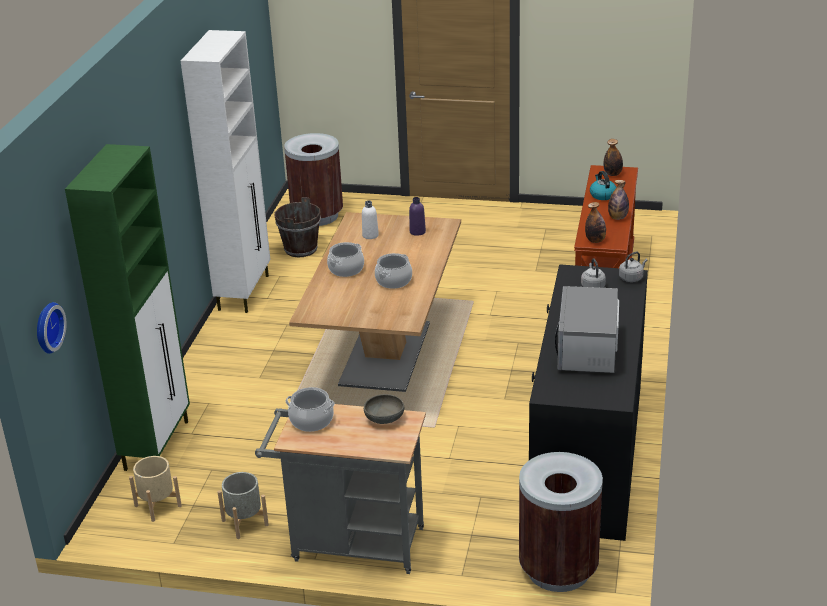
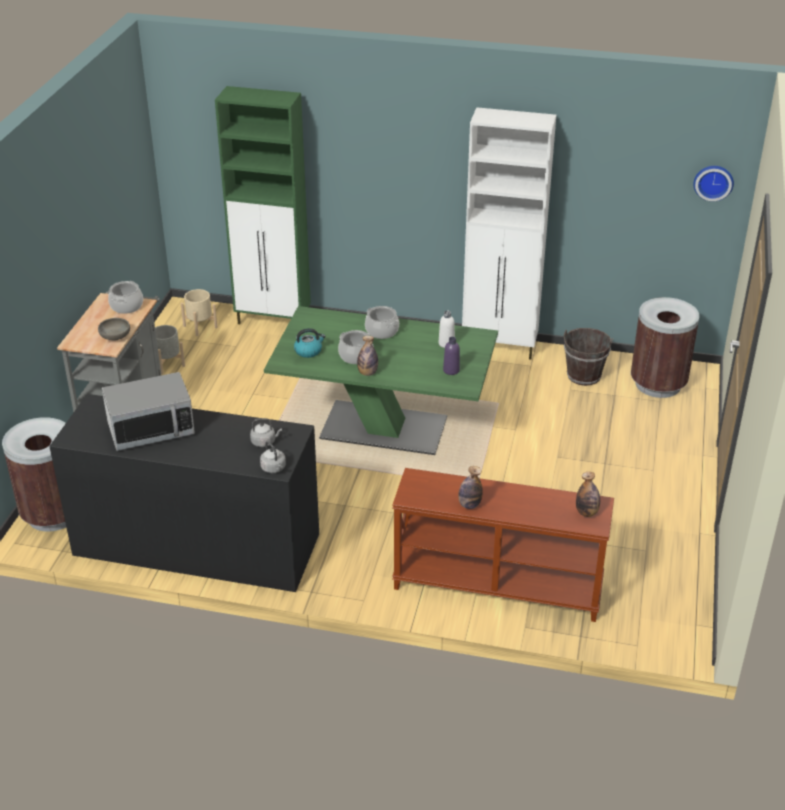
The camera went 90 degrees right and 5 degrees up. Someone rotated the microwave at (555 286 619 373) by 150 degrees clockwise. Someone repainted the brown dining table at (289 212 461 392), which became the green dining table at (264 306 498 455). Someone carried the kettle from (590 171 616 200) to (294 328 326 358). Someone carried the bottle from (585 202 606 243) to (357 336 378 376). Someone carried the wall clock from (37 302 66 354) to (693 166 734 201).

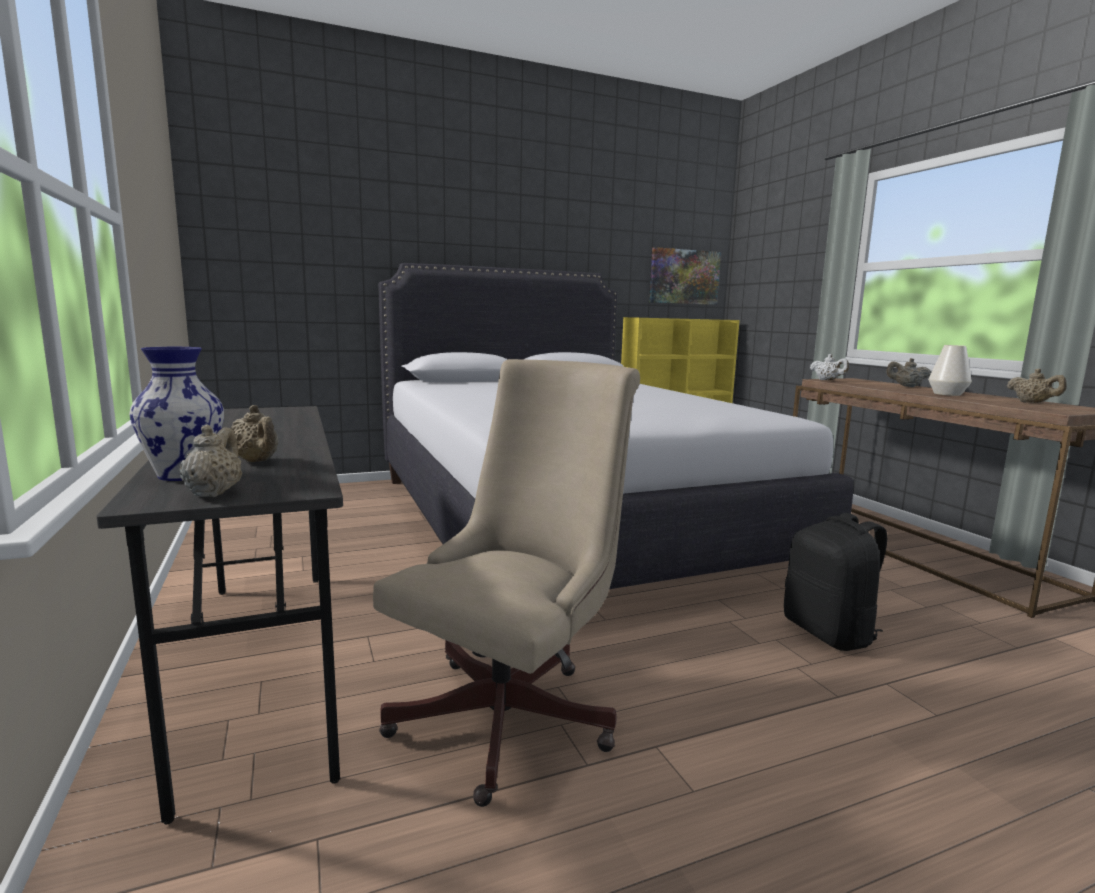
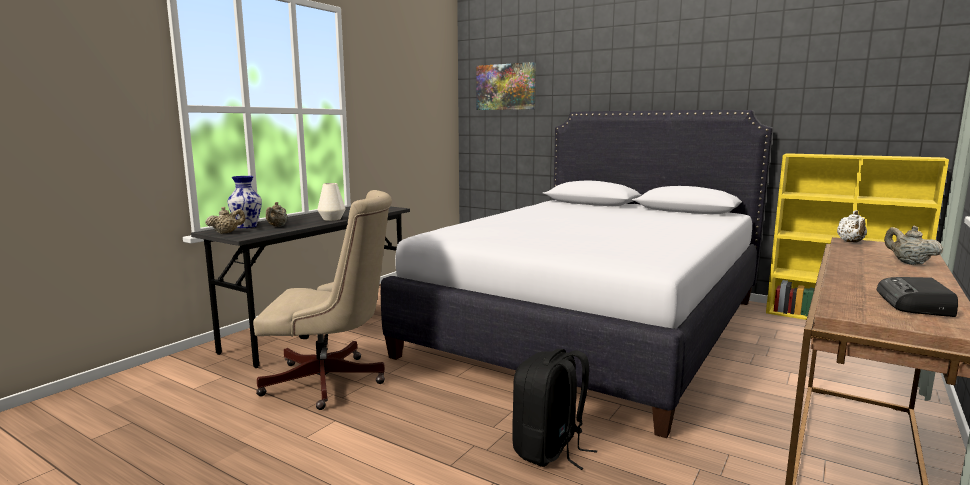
The camera went 55 degrees right and 0 degrees up. Someone carried the white vase from (928 345 972 396) to (317 183 345 221). Someone carried the picture from (649 247 721 305) to (476 62 536 110). Someone swapped the beige teapot at (1007 368 1067 403) for the radio at (877 277 958 317).

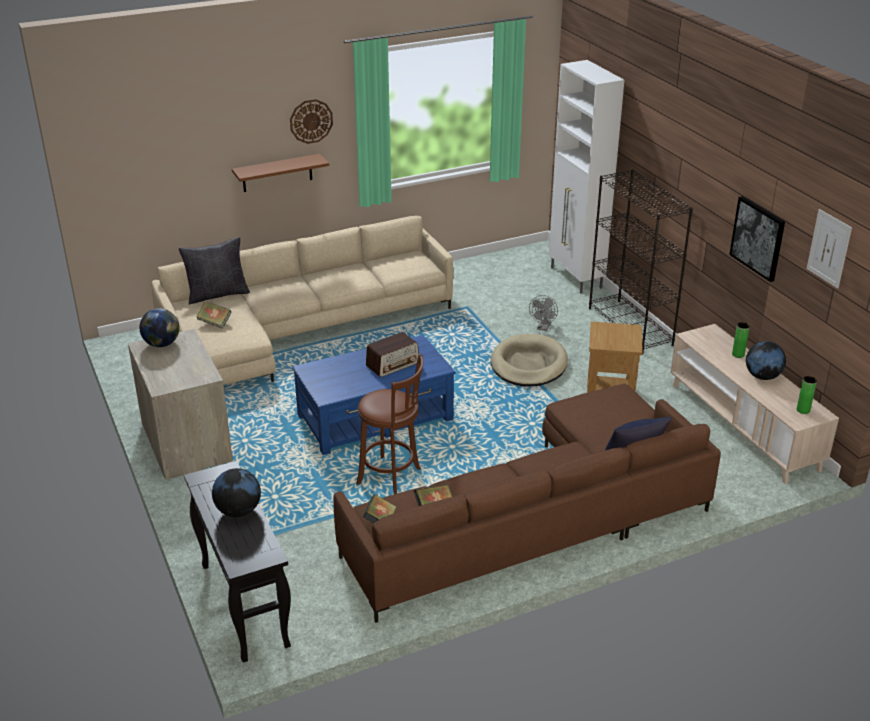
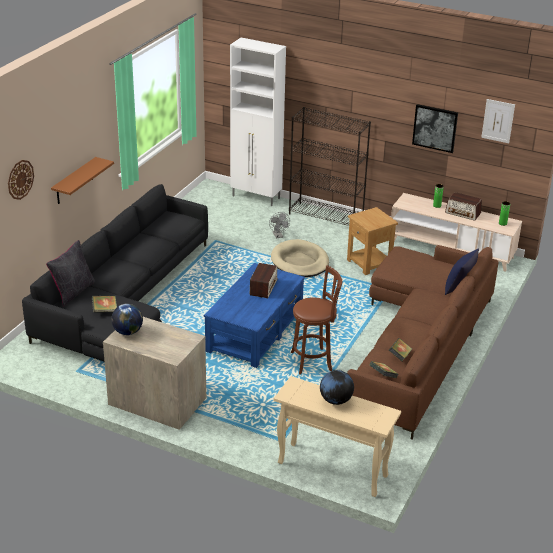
The camera went 40 degrees left and 0 degrees up. Someone carried the wall clock from (290 99 333 144) to (8 160 34 200). Someone repainted the beige sofa at (151 216 453 385), which became the black sofa at (22 184 208 361). Someone repainted the black console table at (184 461 291 662), which became the beige console table at (274 376 401 497). Someone swapped the globe at (746 341 786 380) for the radio at (445 192 482 221).

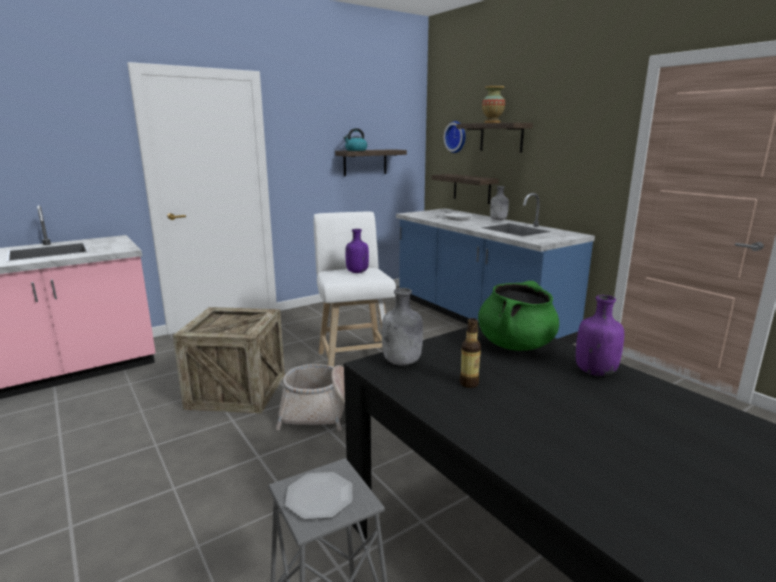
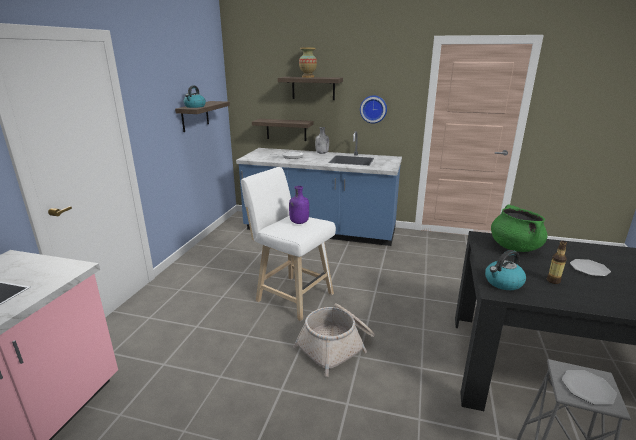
The camera went 40 degrees left and 5 degrees up. Someone carried the wall clock from (443 121 466 153) to (360 95 387 124). Someone swapped the grey bottle at (382 288 423 366) for the kettle at (485 250 526 290). Someone put down the plate at (570 259 611 276). Someone took away the crate at (173 307 285 413). Someone took away the purple bottle at (576 295 624 376).

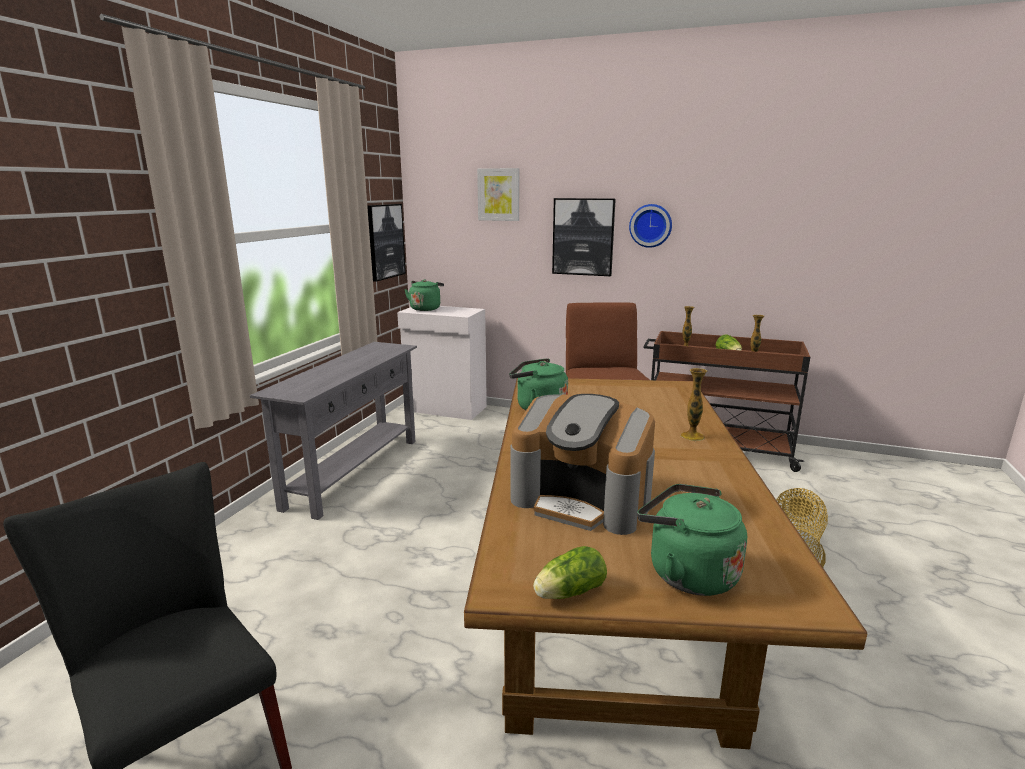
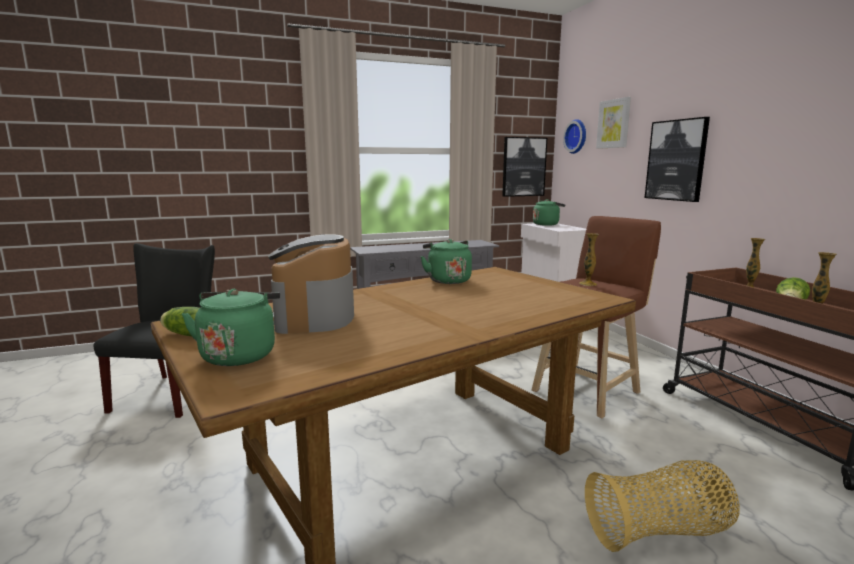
The camera went 50 degrees right and 5 degrees down. Someone carried the wall clock from (629 204 672 248) to (563 119 586 154). Someone carried the vase from (680 368 707 441) to (579 233 599 286).

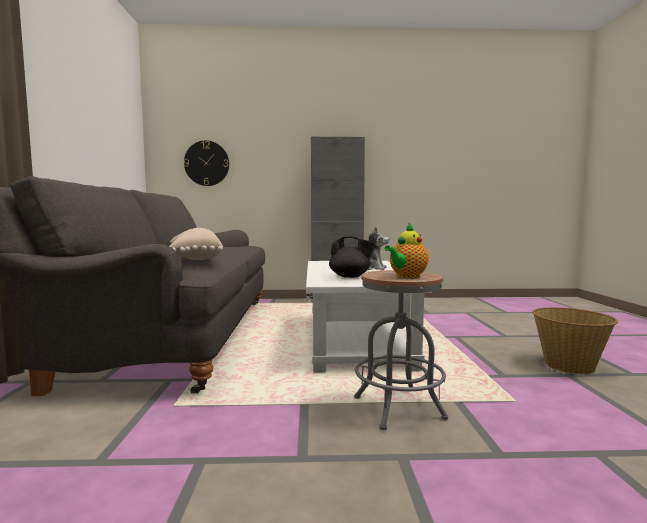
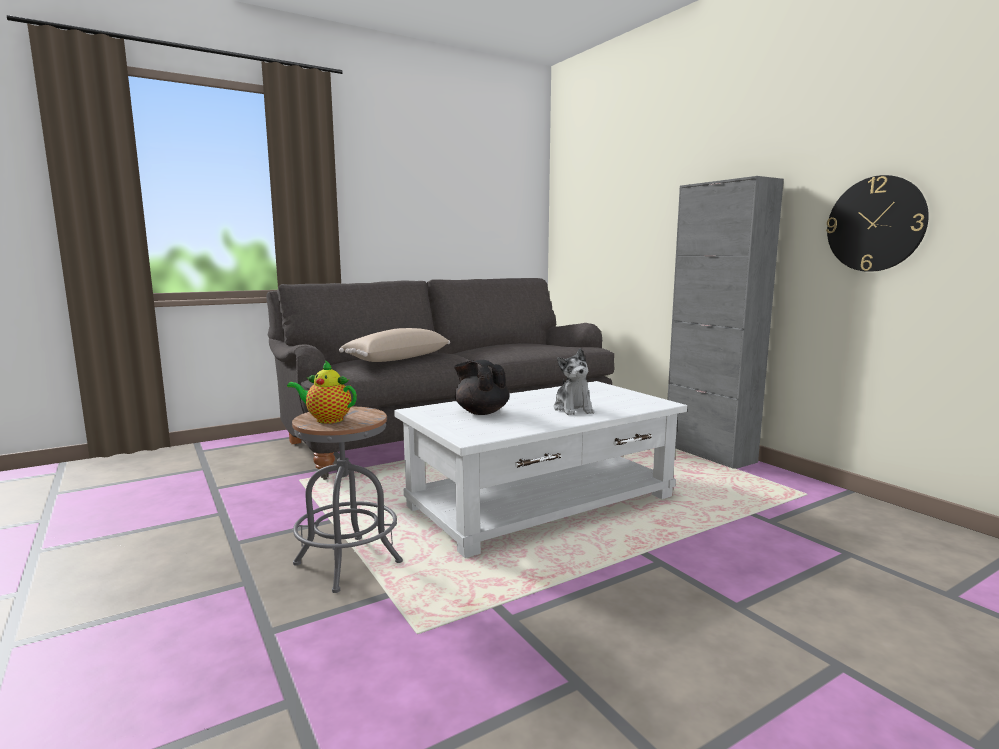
The camera went 60 degrees right and 5 degrees up. Someone rotated the black teapot at (329 236 375 278) by 150 degrees clockwise. Someone carried the wall clock from (184 140 229 186) to (826 175 929 272). Someone took away the basket at (532 307 618 374).

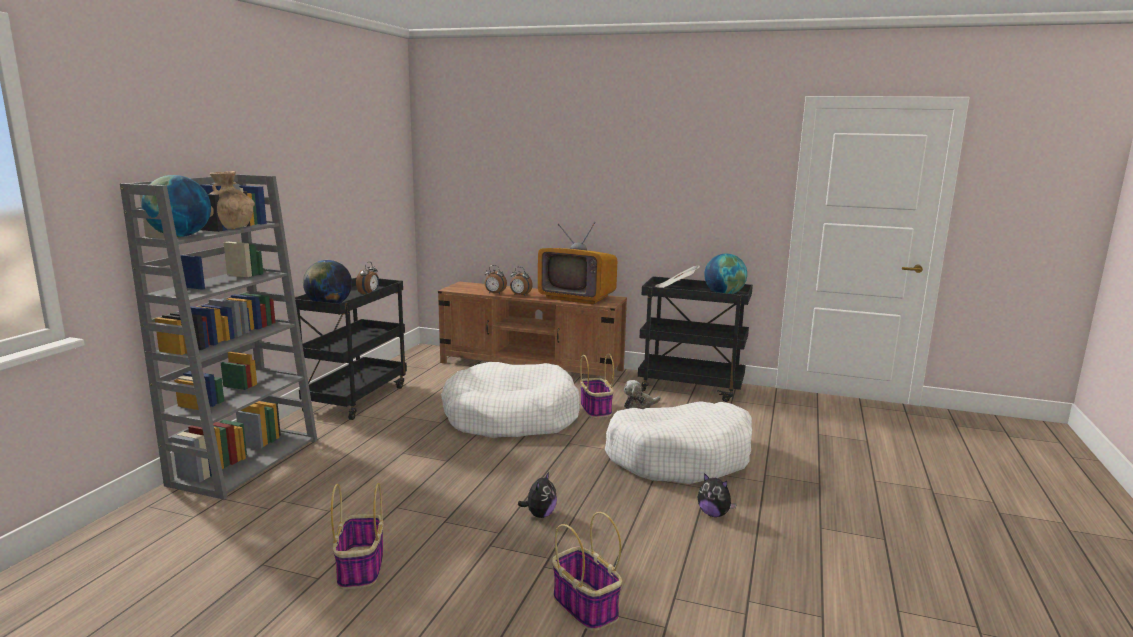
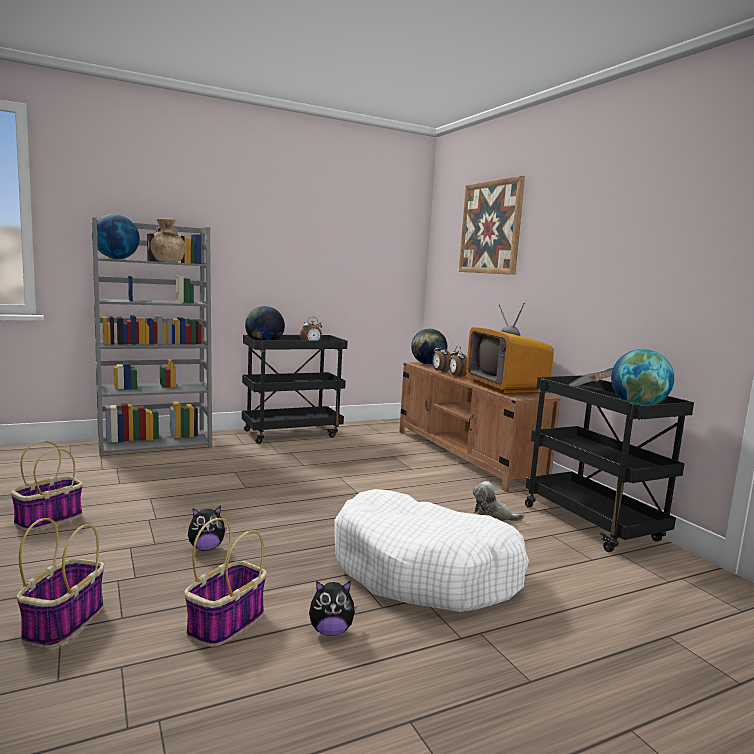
The camera went 45 degrees right and 5 degrees down. Someone carried the basket from (580 353 614 418) to (184 518 267 647). Someone rotated the plush toy at (697 473 737 517) by 90 degrees counterclockwise. Someone put down the globe at (411 329 447 364). Someone put up the picture at (459 176 525 275). Someone took away the white dog bed at (441 362 580 438).

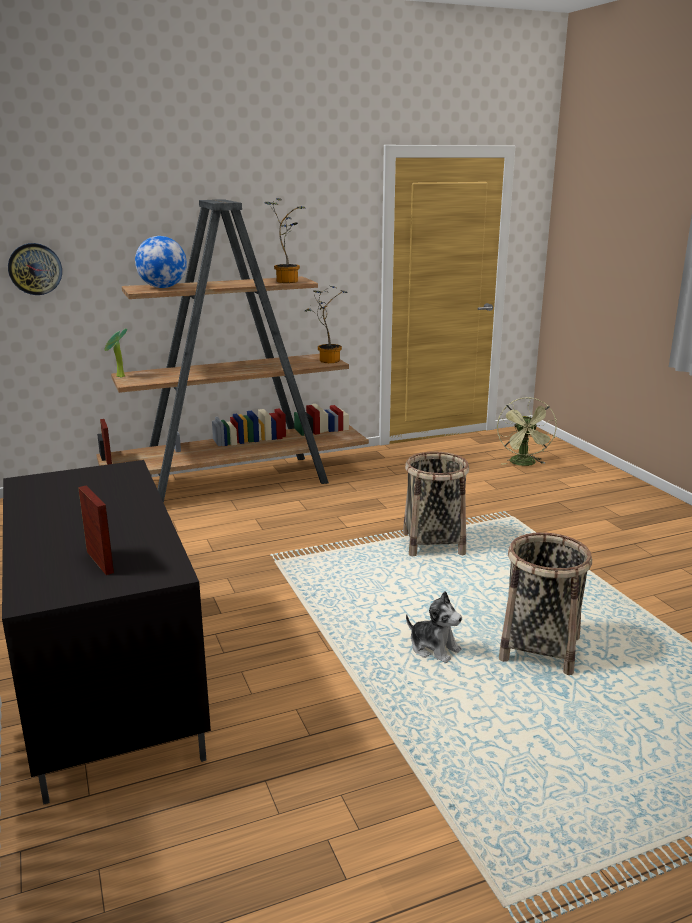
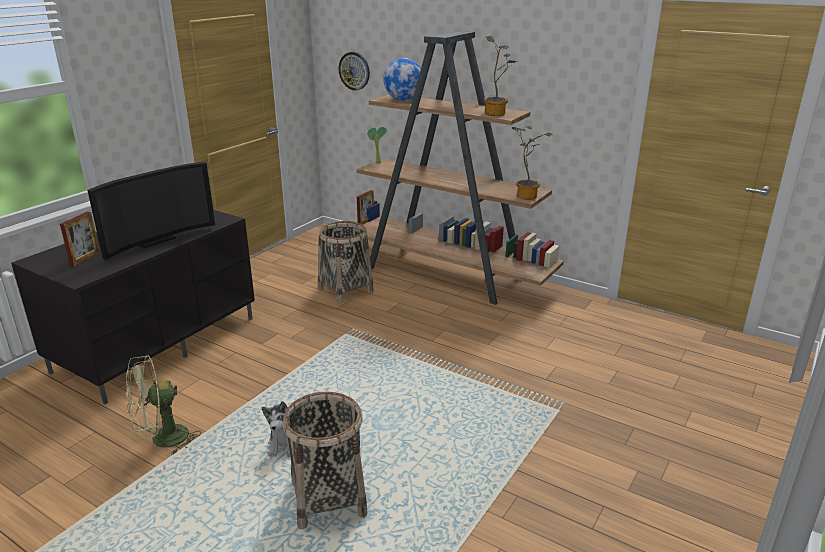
The camera went 55 degrees right and 5 degrees up. Someone put down the television at (88 162 215 260). Someone carried the green fan from (497 397 557 466) to (126 355 201 456). Someone carried the basket from (403 451 469 556) to (318 221 374 304).

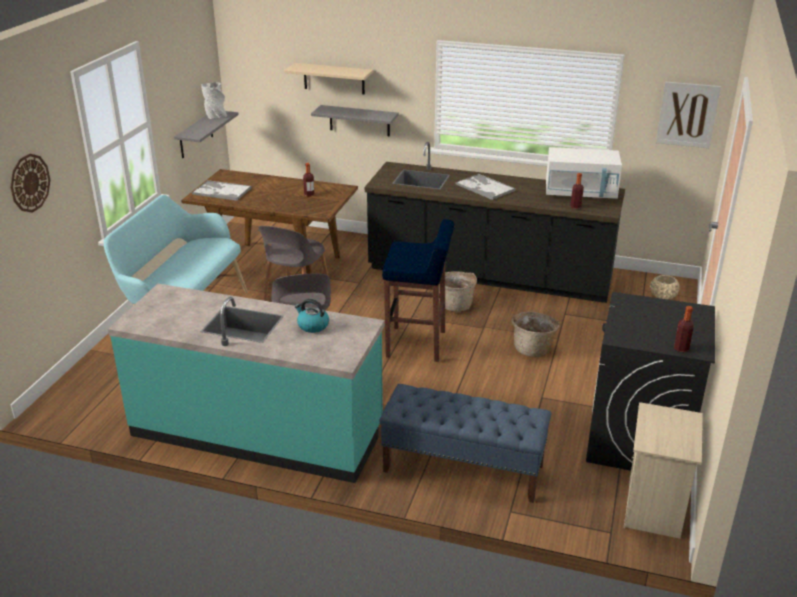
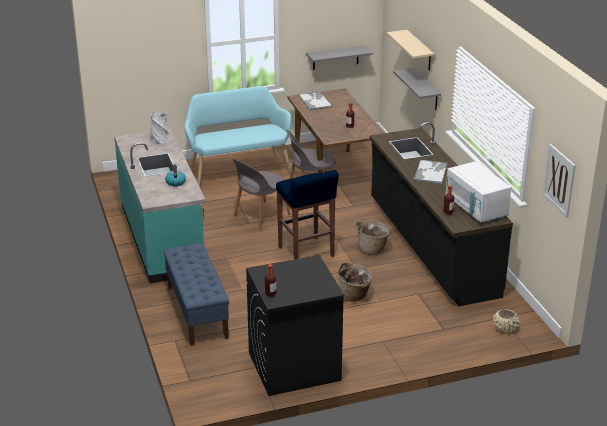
The camera went 55 degrees right and 0 degrees up. Someone carried the grey vase from (201 82 227 119) to (150 112 169 144). Someone took away the wall clock at (10 154 50 213). Someone took away the beige nightstand at (624 402 703 539).

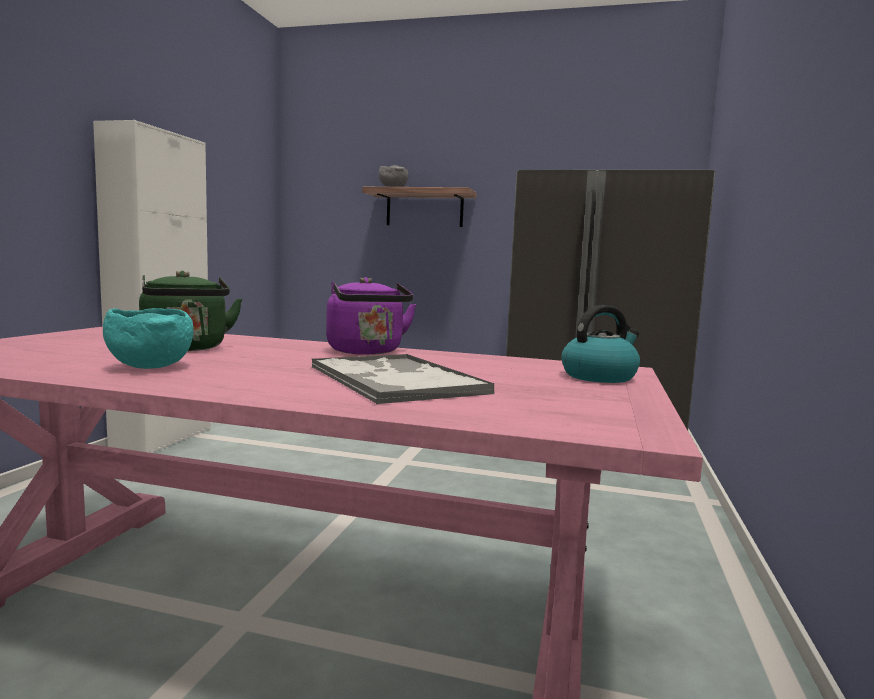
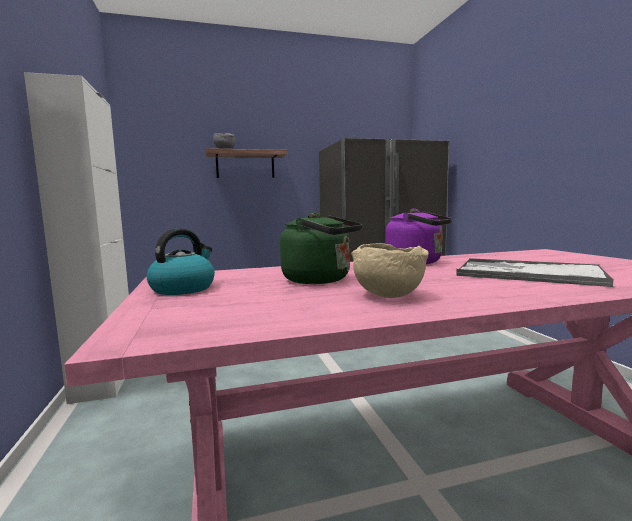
The camera went 30 degrees left and 0 degrees up. Someone carried the kettle from (561 305 640 383) to (147 229 215 295). Someone repainted the turquoise bowl at (103 308 193 369), which became the beige bowl at (351 243 429 298).

